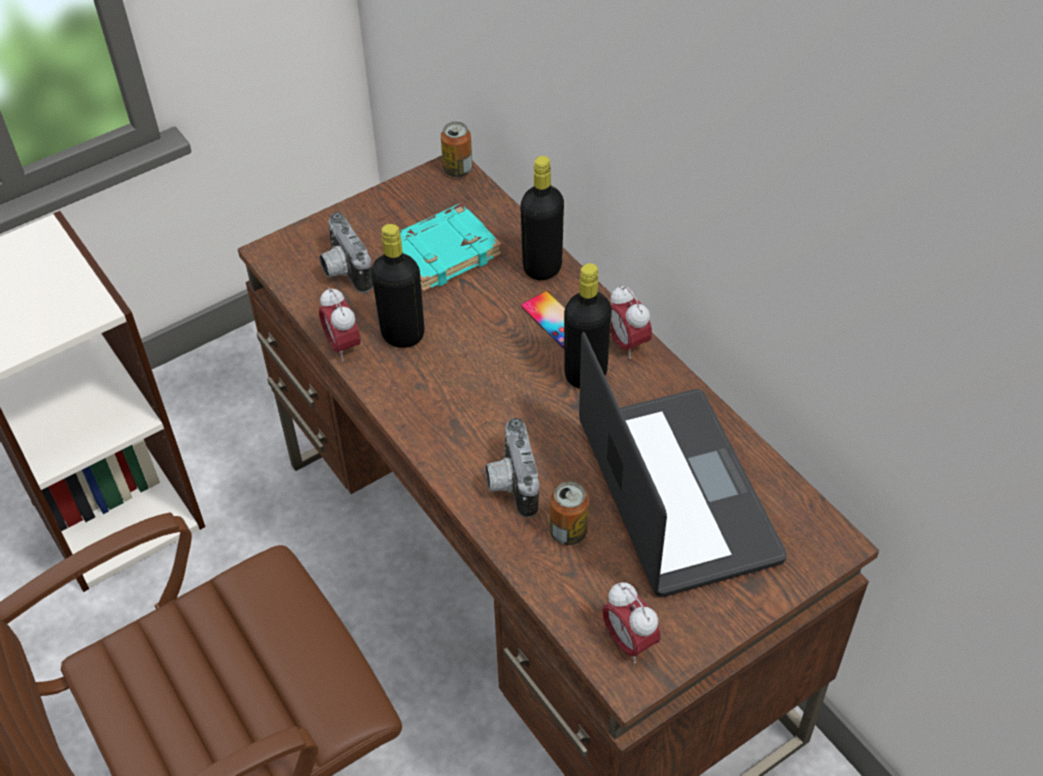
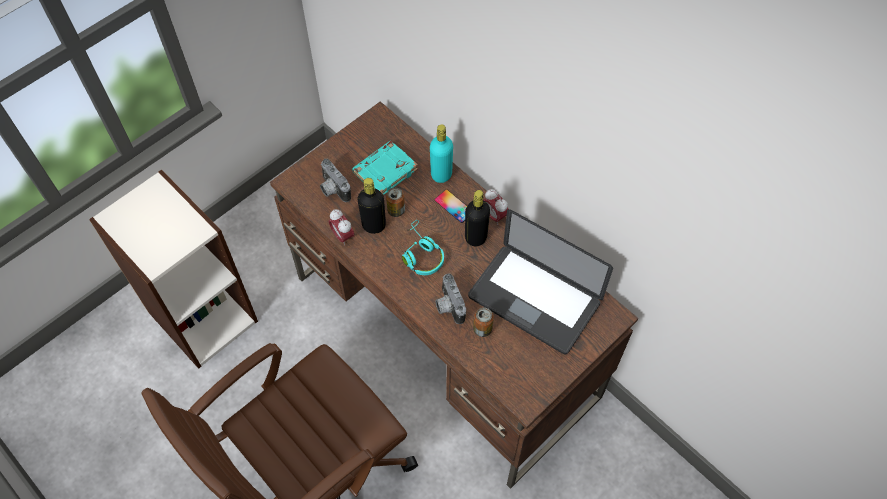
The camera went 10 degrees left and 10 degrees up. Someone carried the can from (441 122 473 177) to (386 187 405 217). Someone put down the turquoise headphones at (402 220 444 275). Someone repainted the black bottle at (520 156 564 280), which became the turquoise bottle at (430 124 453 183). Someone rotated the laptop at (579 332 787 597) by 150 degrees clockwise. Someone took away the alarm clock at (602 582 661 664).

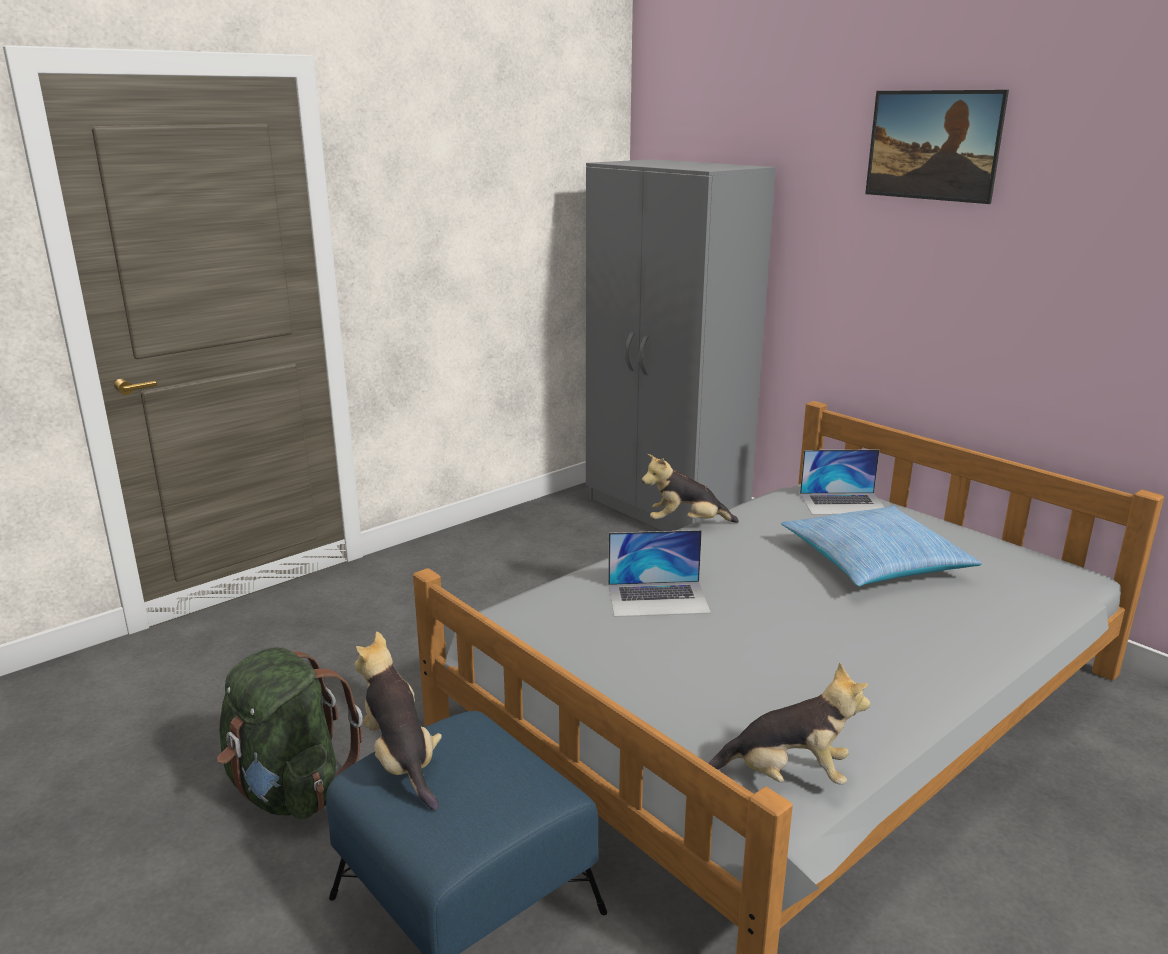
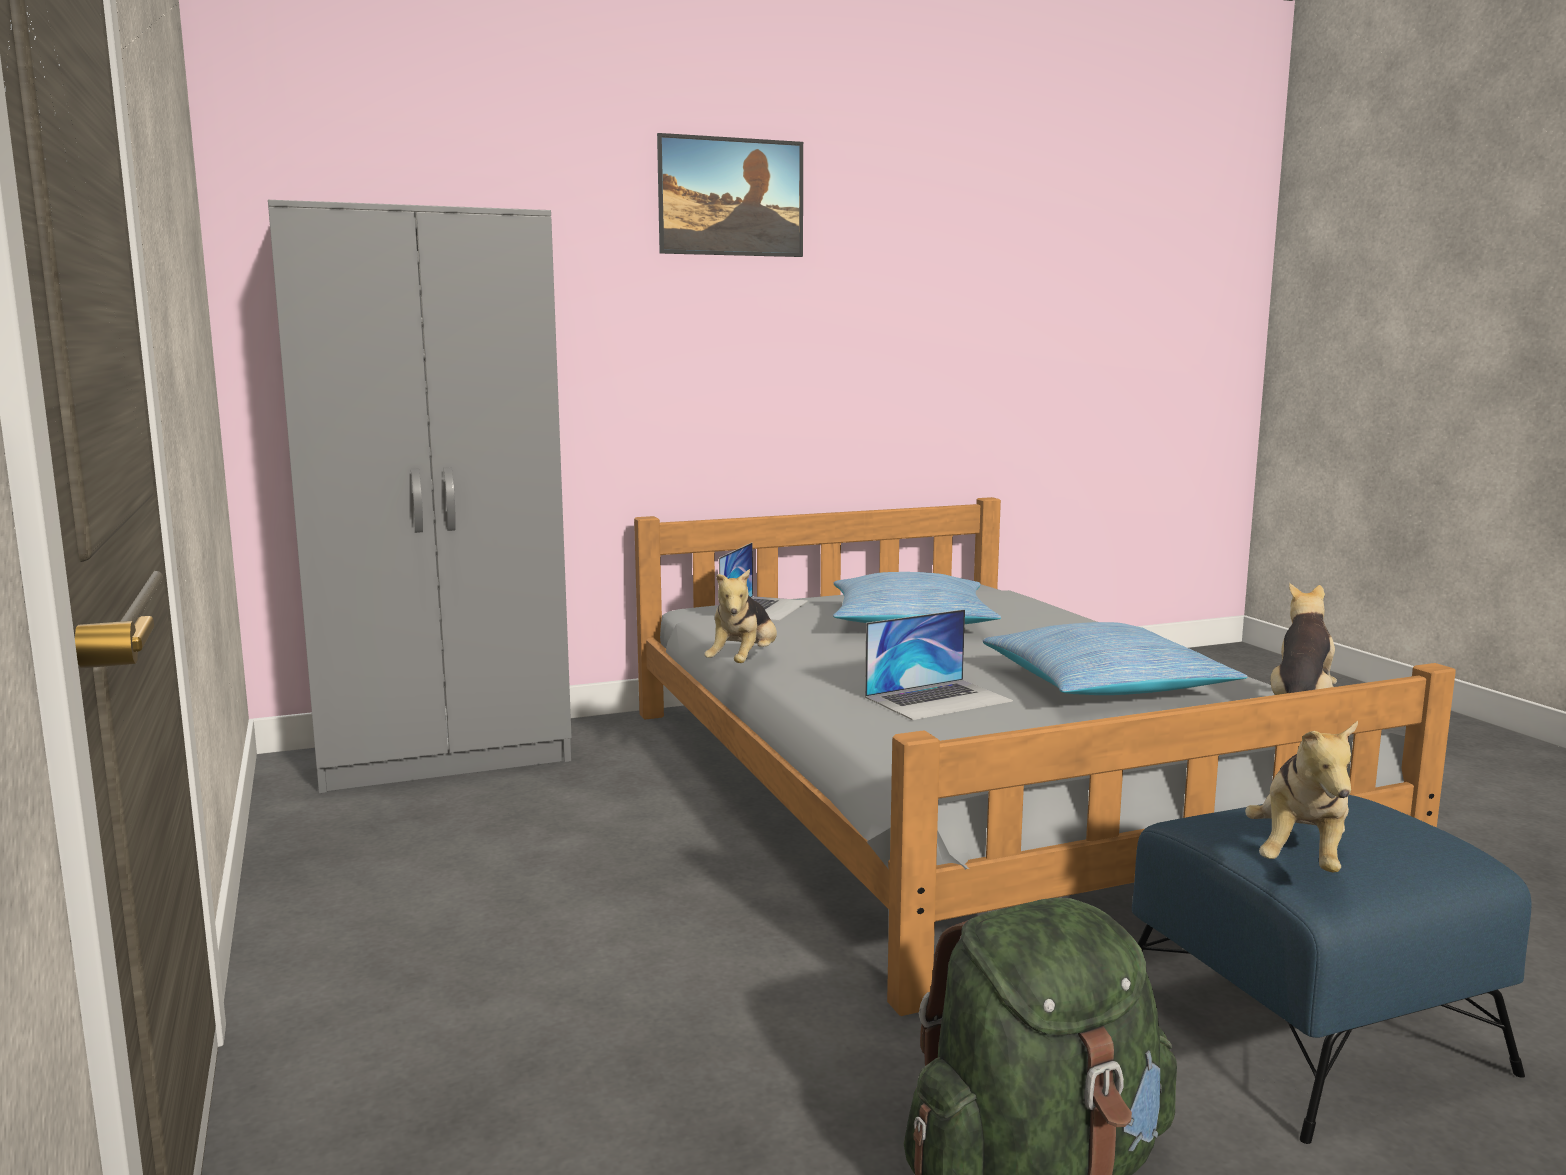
The camera went 70 degrees left and 10 degrees down. Someone rotated the laptop at (608 530 711 617) by 45 degrees clockwise. Someone put down the pillow at (983 622 1247 695). Someone rotated the plush toy at (354 632 442 810) by 60 degrees counterclockwise.

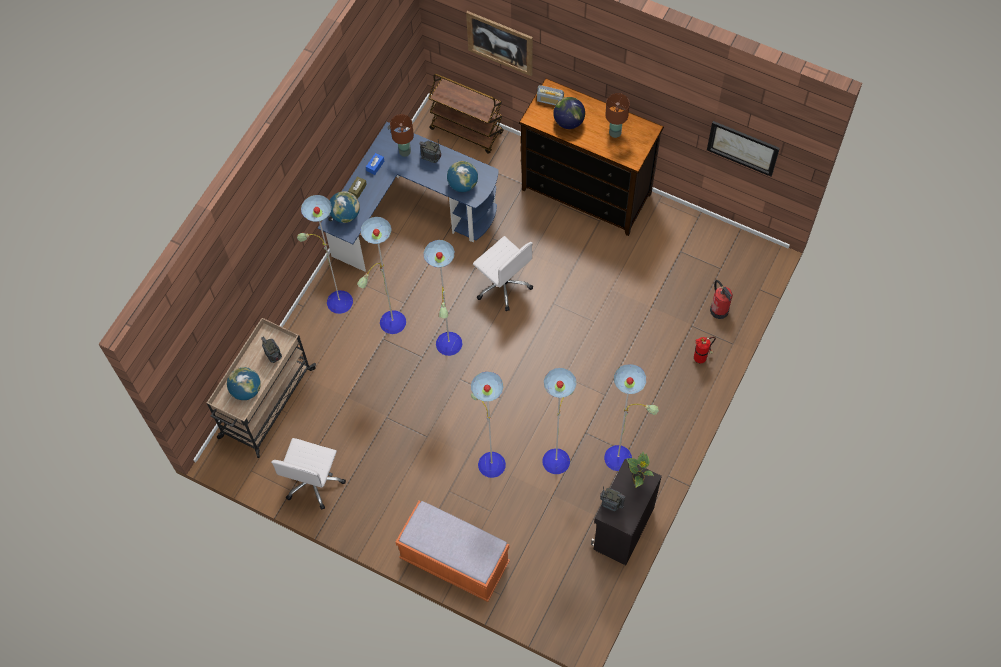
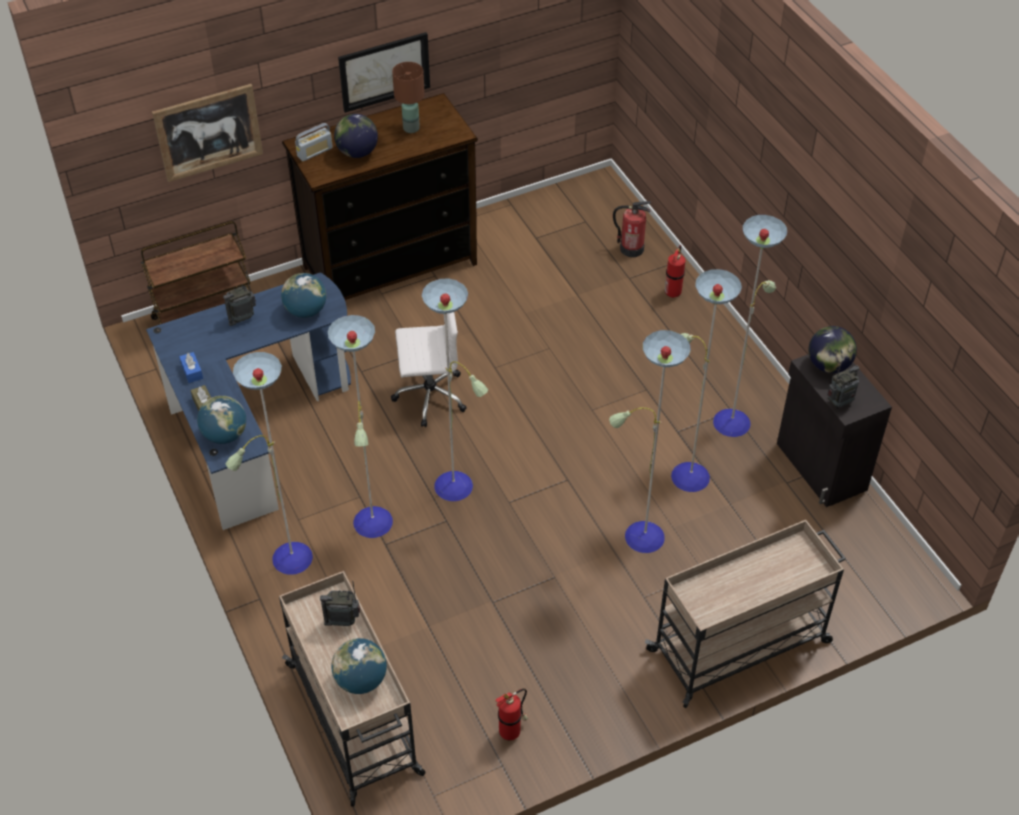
The camera went 55 degrees left and 15 degrees down. Someone carried the picture from (707 121 780 177) to (338 32 430 113). Someone swapped the white office chair at (271 438 346 510) for the fire extinguisher at (496 688 528 740). Someone swapped the orange bench at (396 501 510 602) for the beige cart at (645 520 846 708). Someone swapped the potted plant at (627 452 654 488) for the globe at (808 326 857 373). Someone took away the brown table lamp at (390 114 414 157).

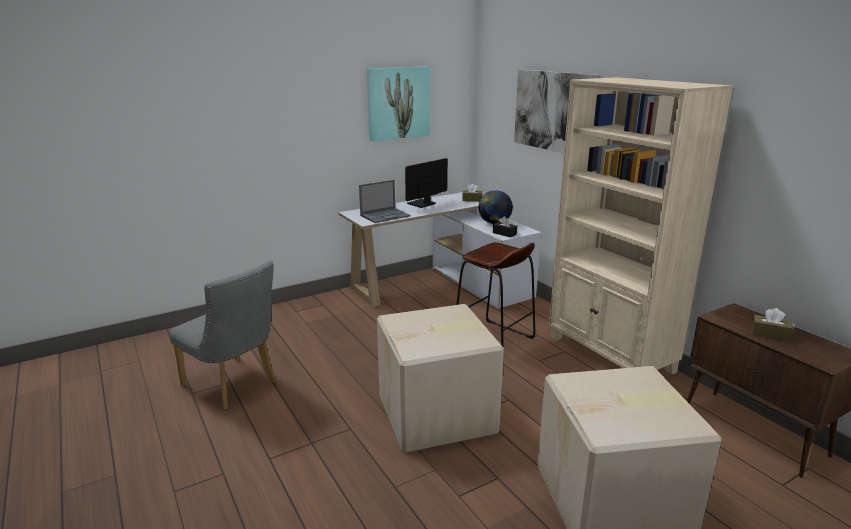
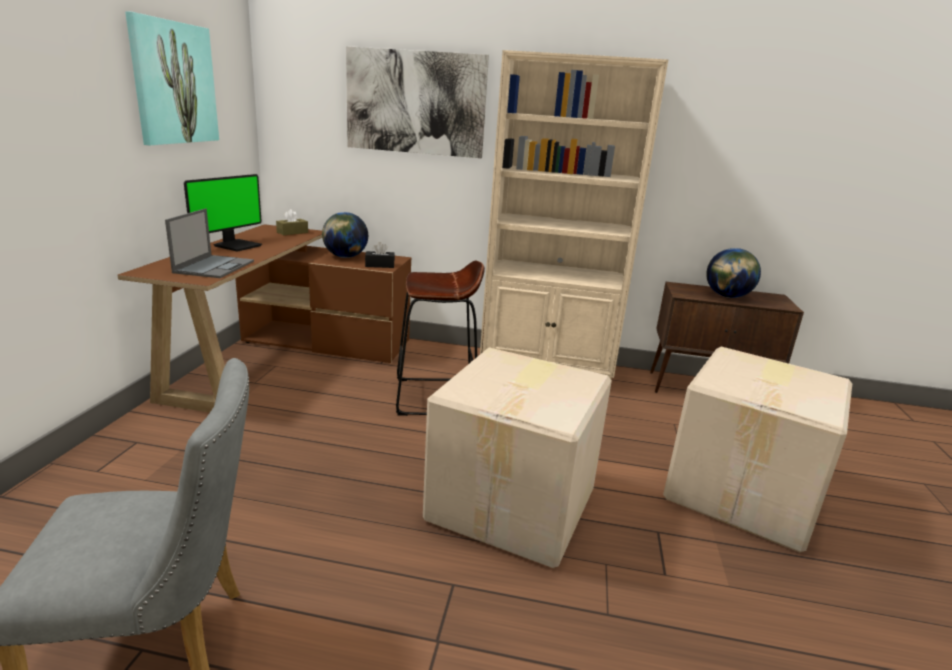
The camera went 50 degrees left and 0 degrees up. Someone repainted the white desk at (338 192 541 309), which became the brown desk at (118 224 411 413). Someone rotated the monitor at (405 158 448 208) by 150 degrees counterclockwise. Someone swapped the brown tissue box at (751 308 793 341) for the globe at (706 248 761 298).

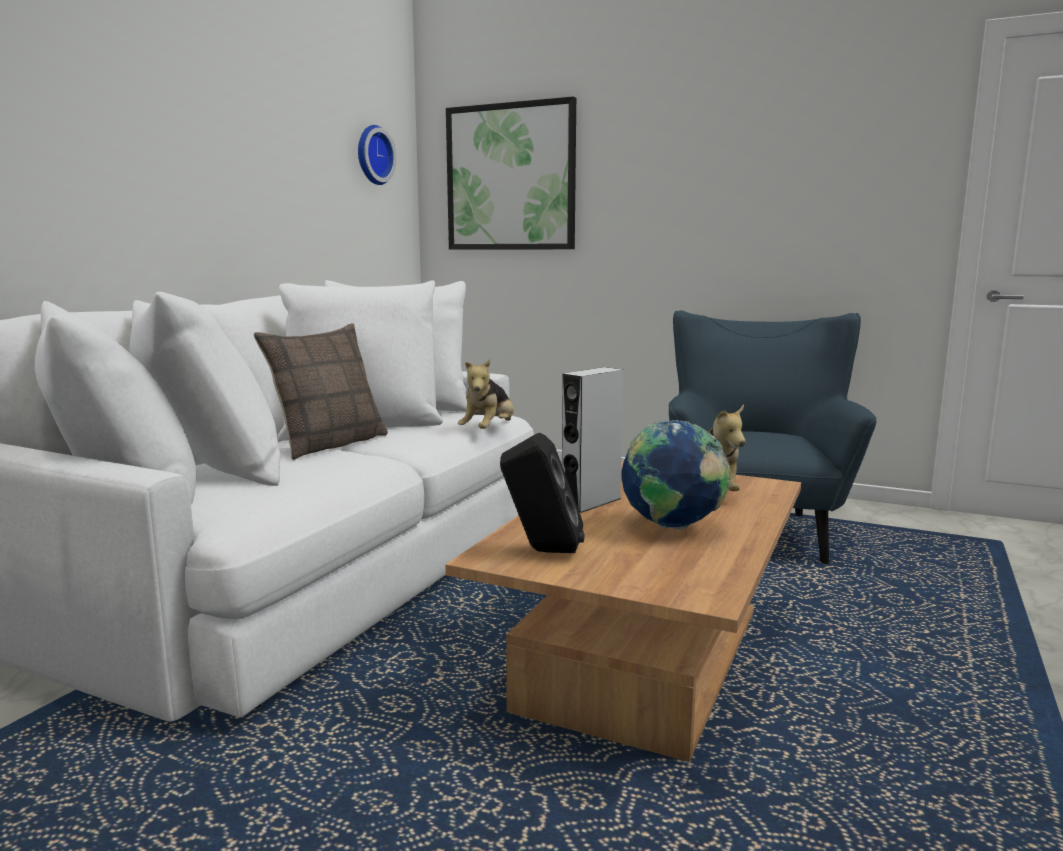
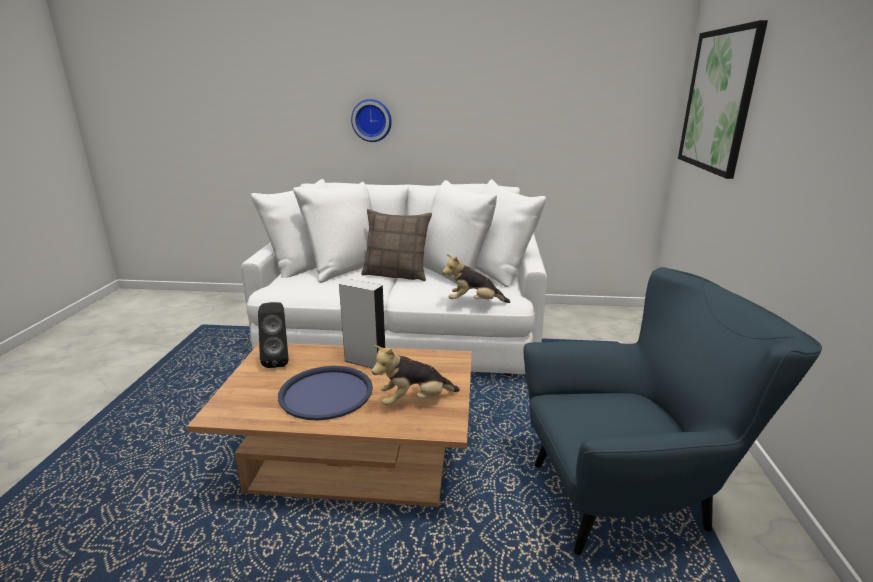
The camera went 70 degrees right and 10 degrees up. Someone swapped the globe at (622 420 731 529) for the blue tray at (278 366 373 421). Someone carried the wall clock from (358 125 396 185) to (351 99 392 142).

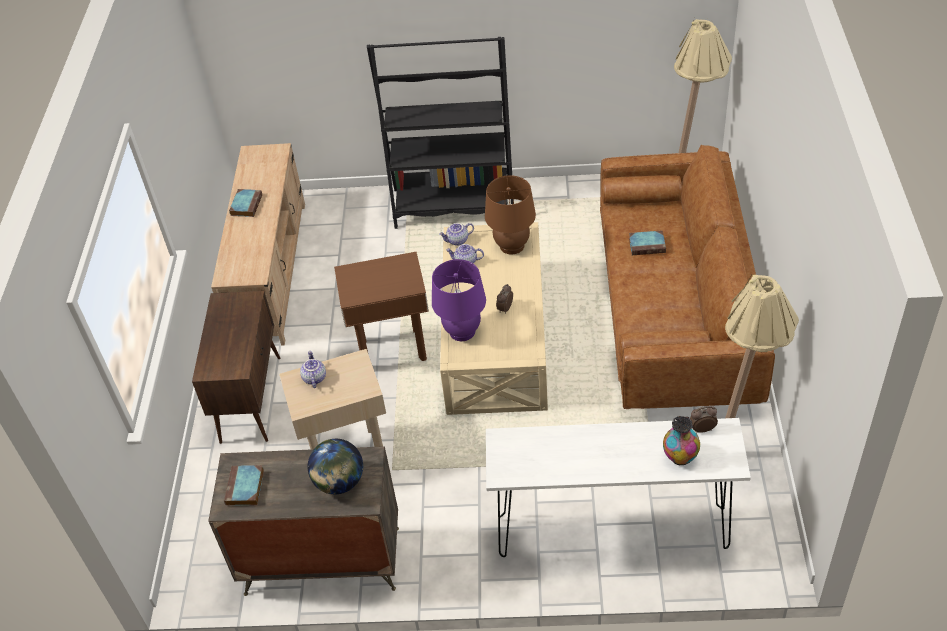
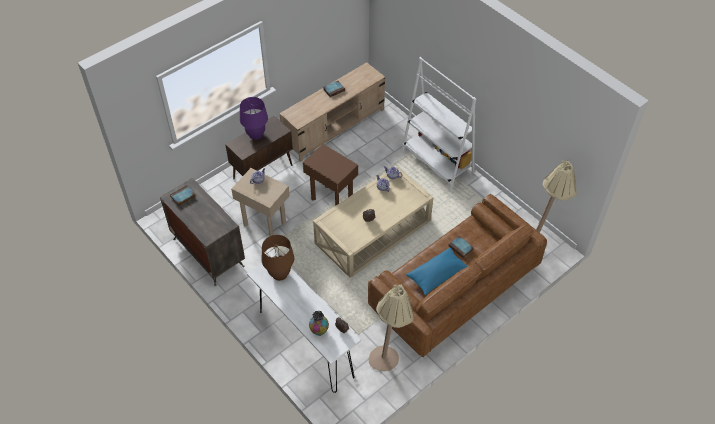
The camera went 45 degrees right and 5 degrees up. Someone carried the purple table lamp from (432 259 486 341) to (240 97 268 140). Someone carried the brown table lamp from (485 175 536 255) to (261 235 294 281). Someone repainted the black bookcase at (367 37 513 229), which became the white bookcase at (402 57 476 192). Someone put down the blue pillow at (406 248 468 295). Someone took away the globe at (308 439 363 494).

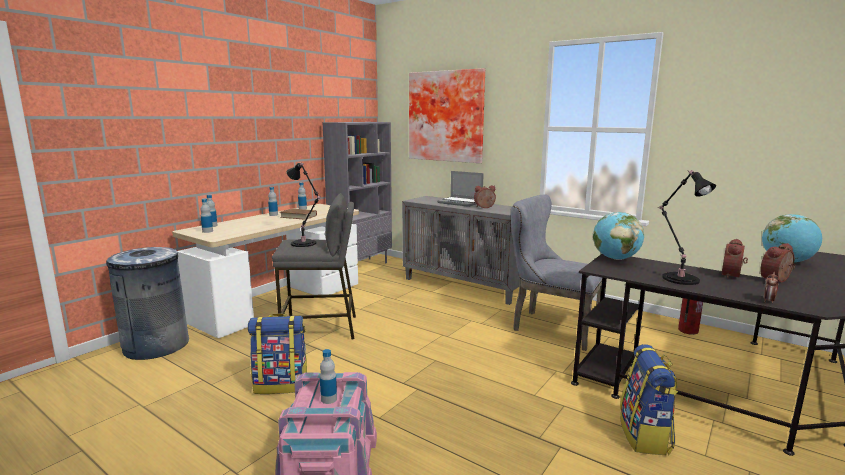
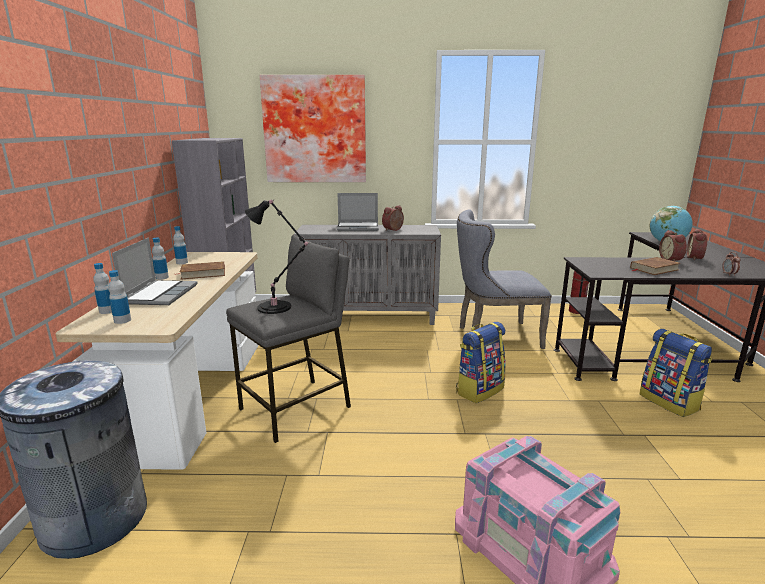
The camera went 35 degrees left and 5 degrees up. Someone put down the laptop at (112 238 198 305). Someone carried the backpack from (248 313 307 394) to (456 322 506 403). Someone swapped the black table lamp at (659 170 716 285) for the brown book at (630 257 680 275). Someone took away the bottle at (320 349 337 404). Someone took away the globe at (593 212 644 260).

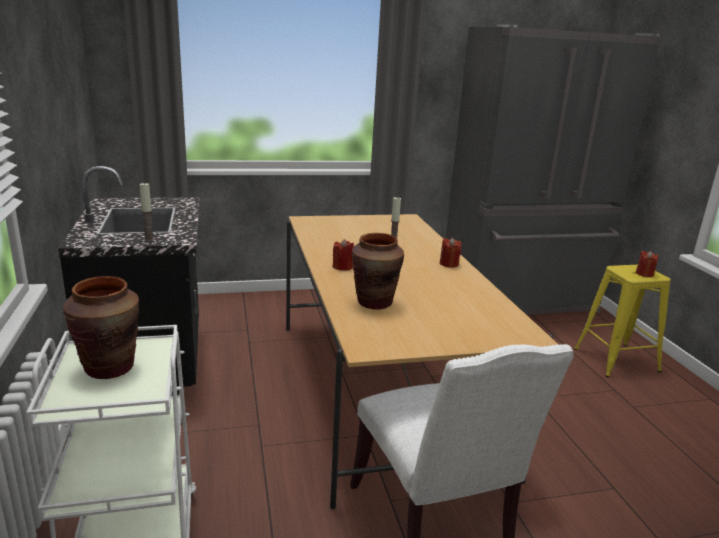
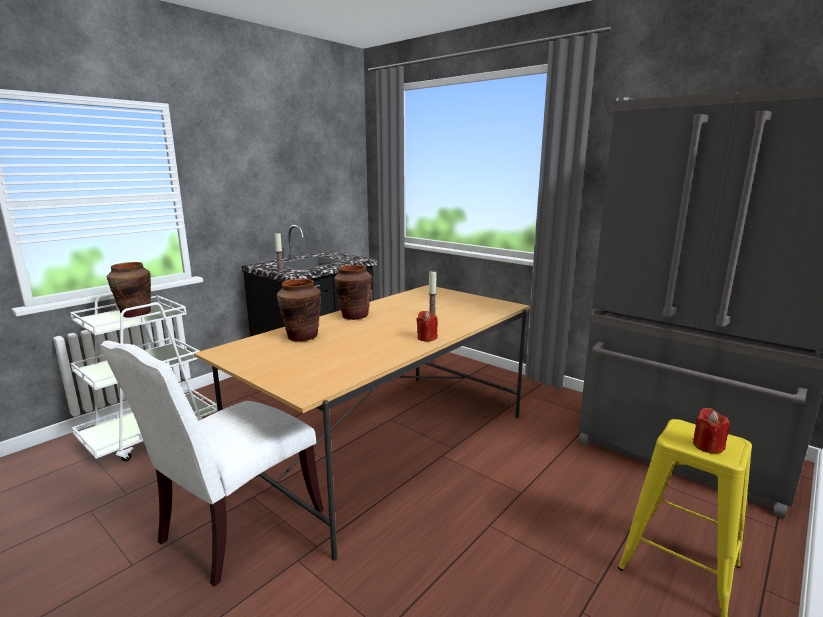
The camera went 55 degrees right and 5 degrees down. Someone swapped the red candle at (332 239 354 271) for the brown vase at (334 265 372 320).

